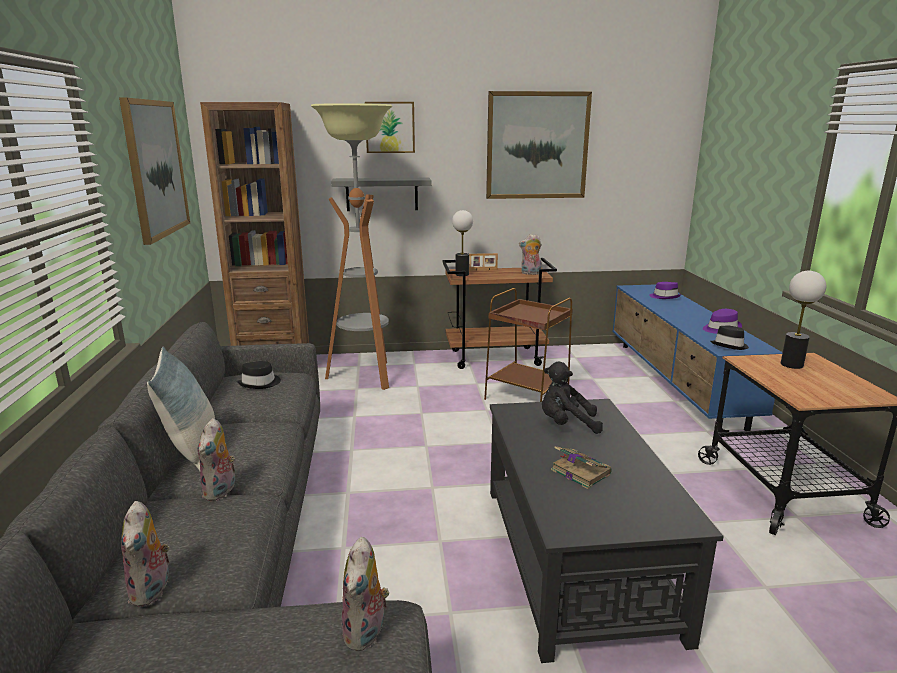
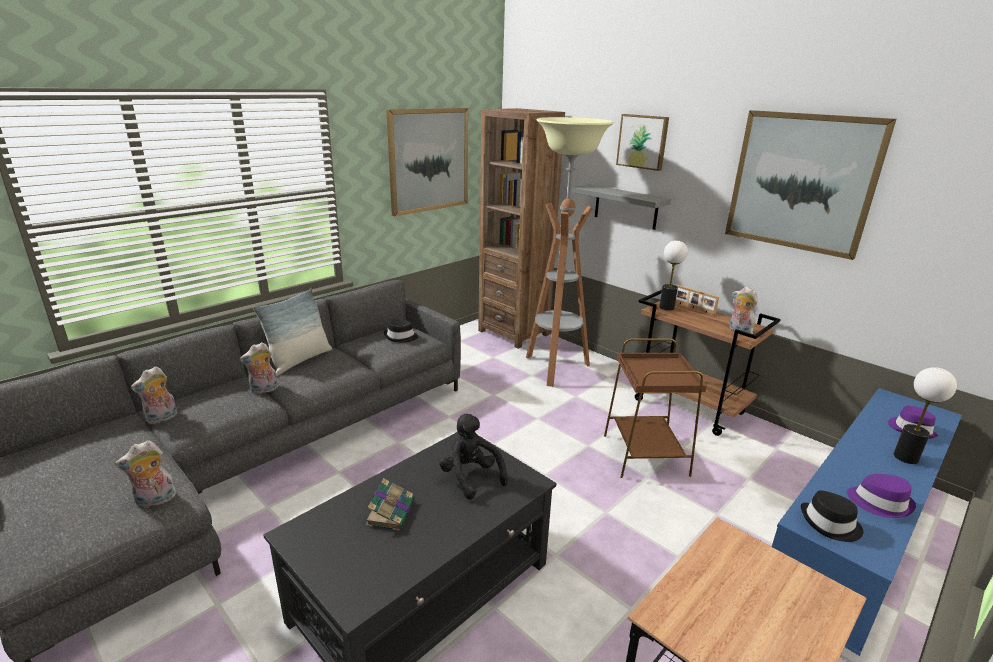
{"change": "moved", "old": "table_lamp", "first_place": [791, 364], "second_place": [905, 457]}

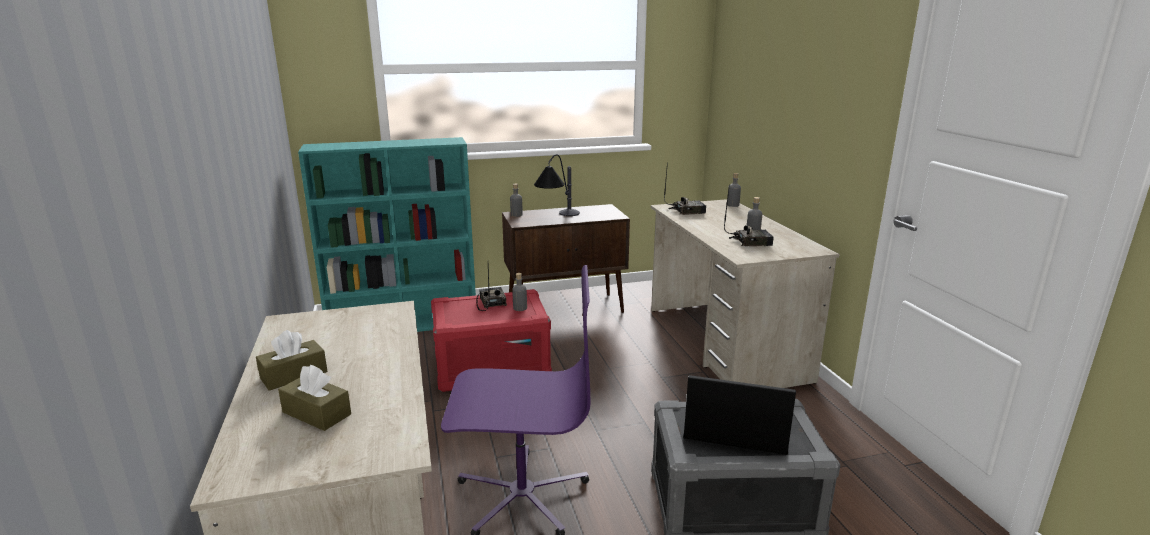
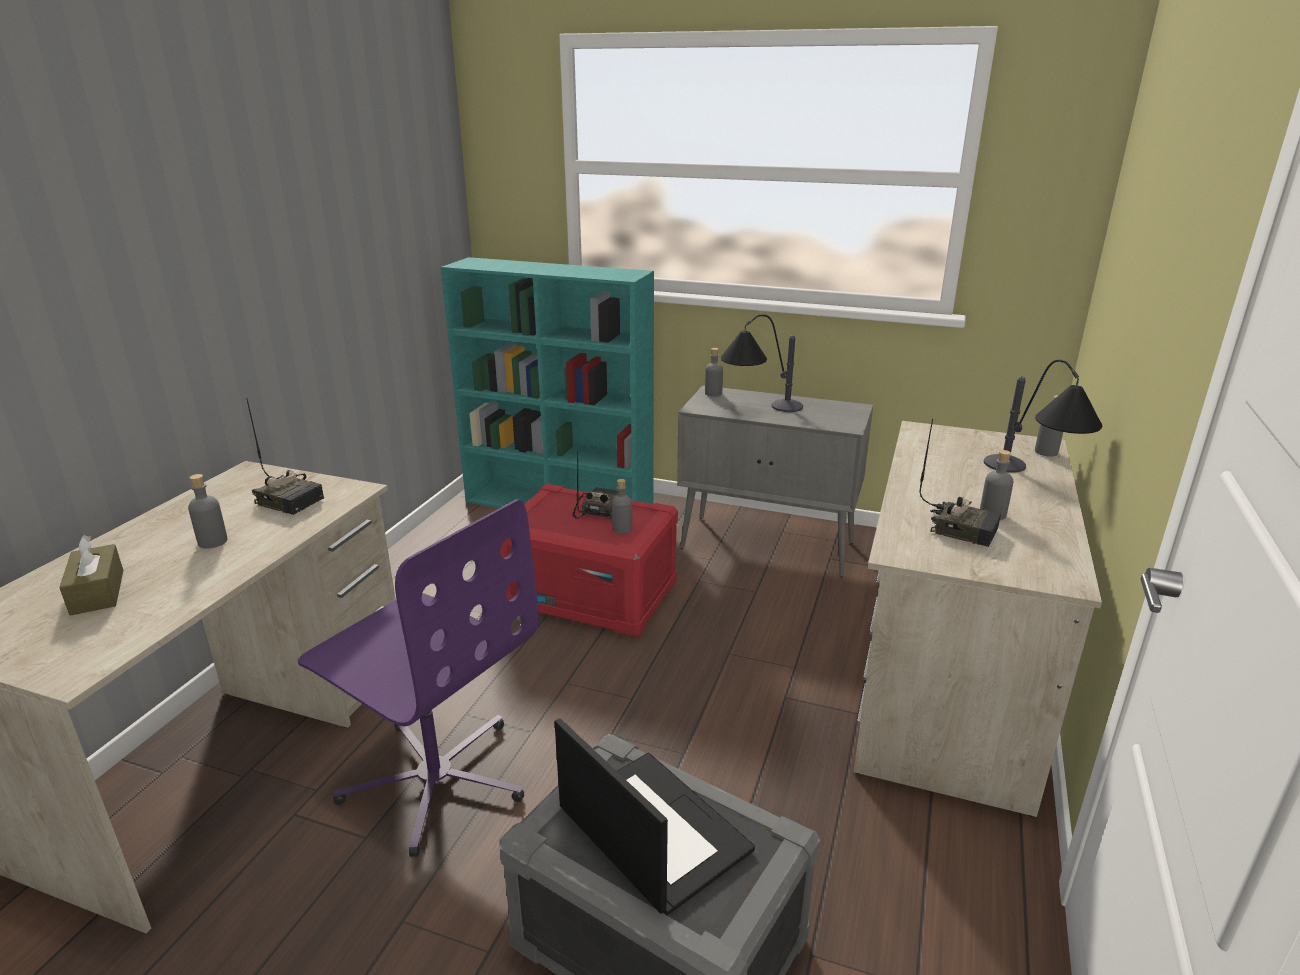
{"change": "added", "new": "grey_bottle", "second_place": [213, 542]}
{"change": "moved", "old": "radio", "first_place": [687, 211], "second_place": [291, 500]}
{"change": "recoloured", "old": "brown_cabinet", "new": "grey_cabinet", "first_place": [566, 309], "second_place": [769, 545]}
{"change": "added", "new": "table_lamp", "second_place": [1034, 480]}
{"change": "removed", "old": "brown_tissue_box", "first_place": [294, 375]}

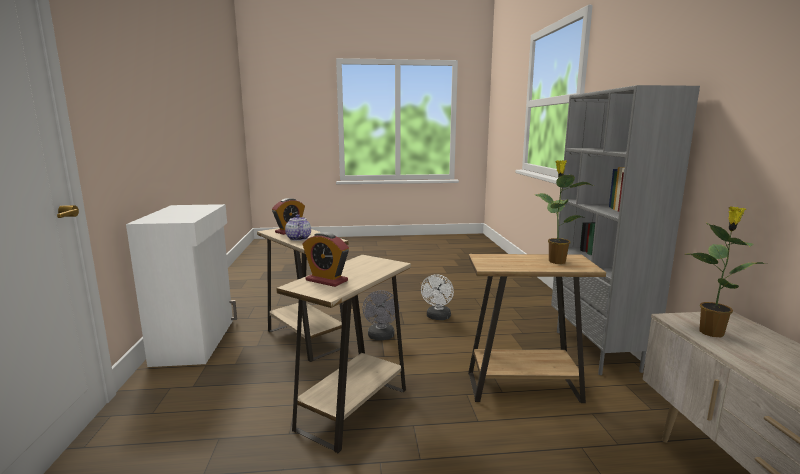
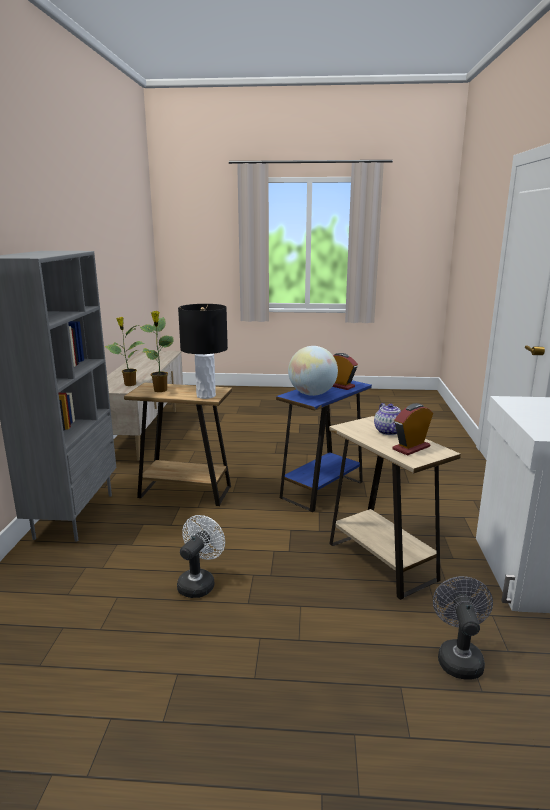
{"change": "added", "new": "black_table_lamp", "second_place": [206, 396]}
{"change": "recoloured", "old": "beige_side_table", "new": "blue_side_table", "first_place": [353, 409], "second_place": [322, 490]}
{"change": "added", "new": "globe", "second_place": [312, 394]}
{"change": "moved", "old": "grey_fan", "first_place": [381, 337], "second_place": [458, 657]}

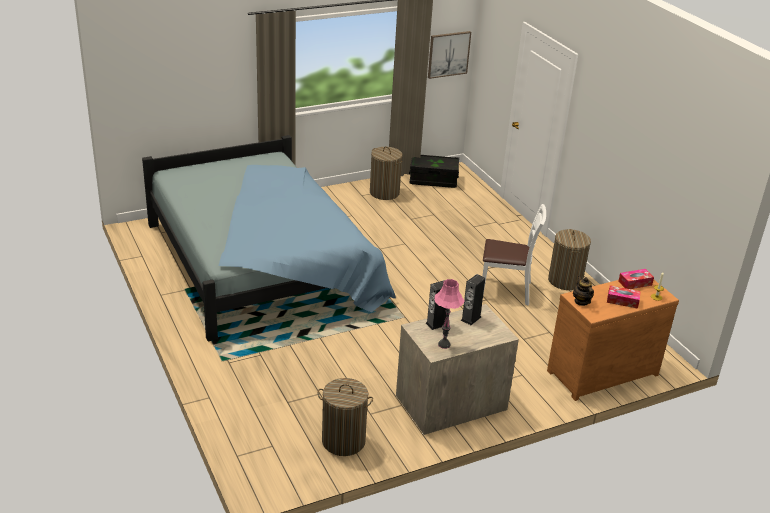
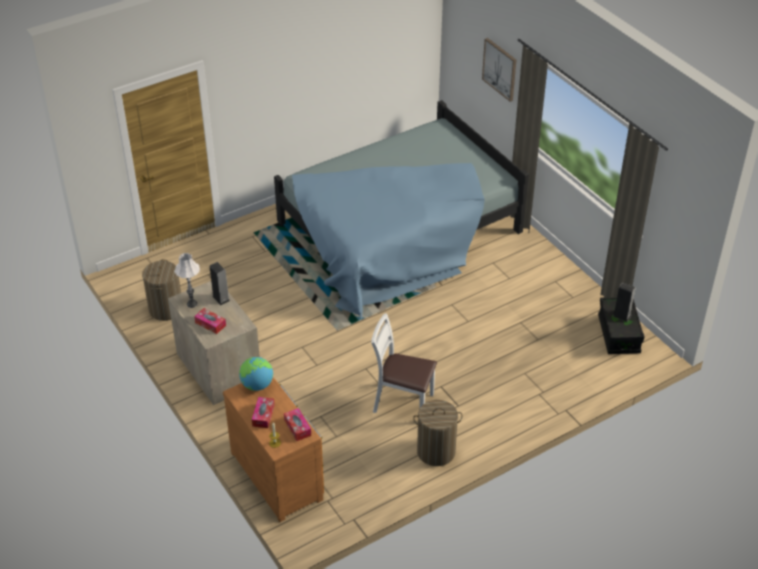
{"change": "recoloured", "old": "pink_table_lamp", "new": "white_table_lamp", "first_place": [444, 344], "second_place": [192, 304]}
{"change": "added", "new": "tissue_box", "second_place": [210, 324]}
{"change": "replaced", "old": "teapot", "new": "globe", "first_place": [581, 301], "second_place": [257, 385]}
{"change": "turned", "old": "white_chair", "first_place": [506, 290], "second_place": [402, 402], "degrees": 105}
{"change": "moved", "old": "picture", "first_place": [448, 54], "second_place": [500, 69]}
{"change": "moved", "old": "speaker", "first_place": [471, 318], "second_place": [621, 316]}
{"change": "removed", "old": "laundry_basket", "first_place": [384, 193]}

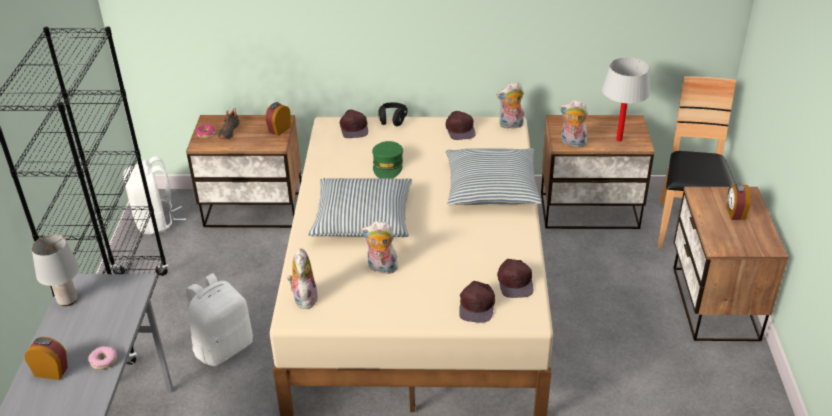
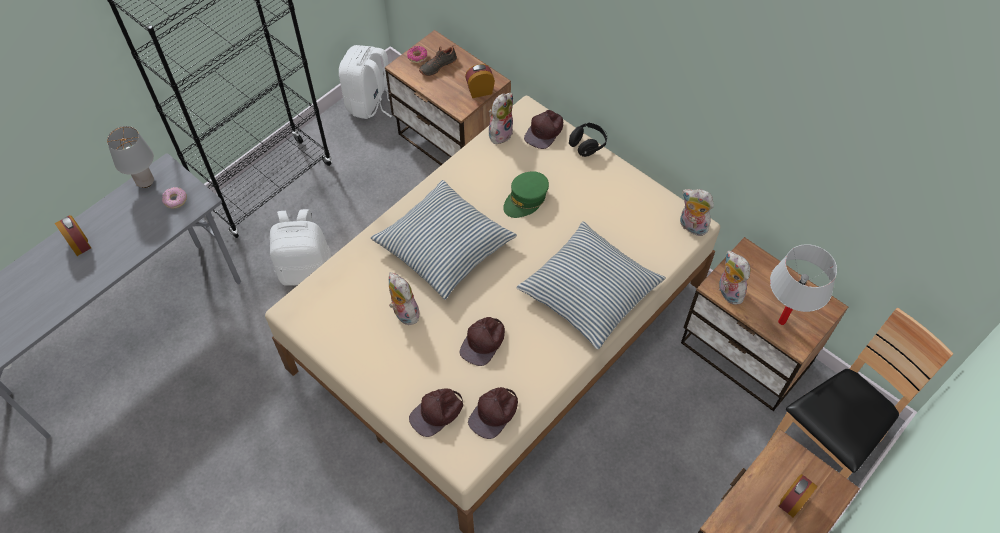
{"change": "moved", "old": "donut", "first_place": [104, 360], "second_place": [175, 200]}
{"change": "moved", "old": "brown_cap", "first_place": [460, 129], "second_place": [483, 342]}
{"change": "moved", "old": "plush_toy", "first_place": [304, 298], "second_place": [500, 133]}

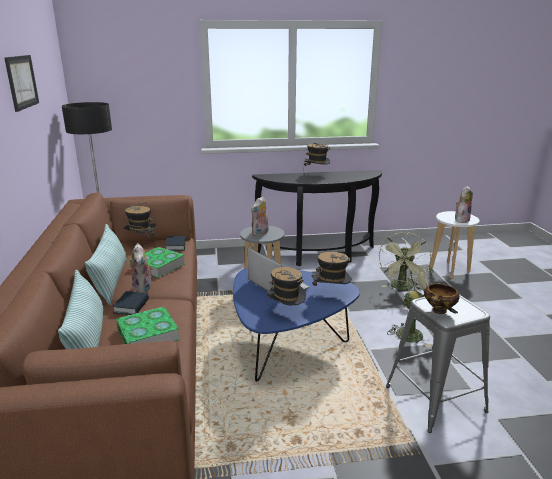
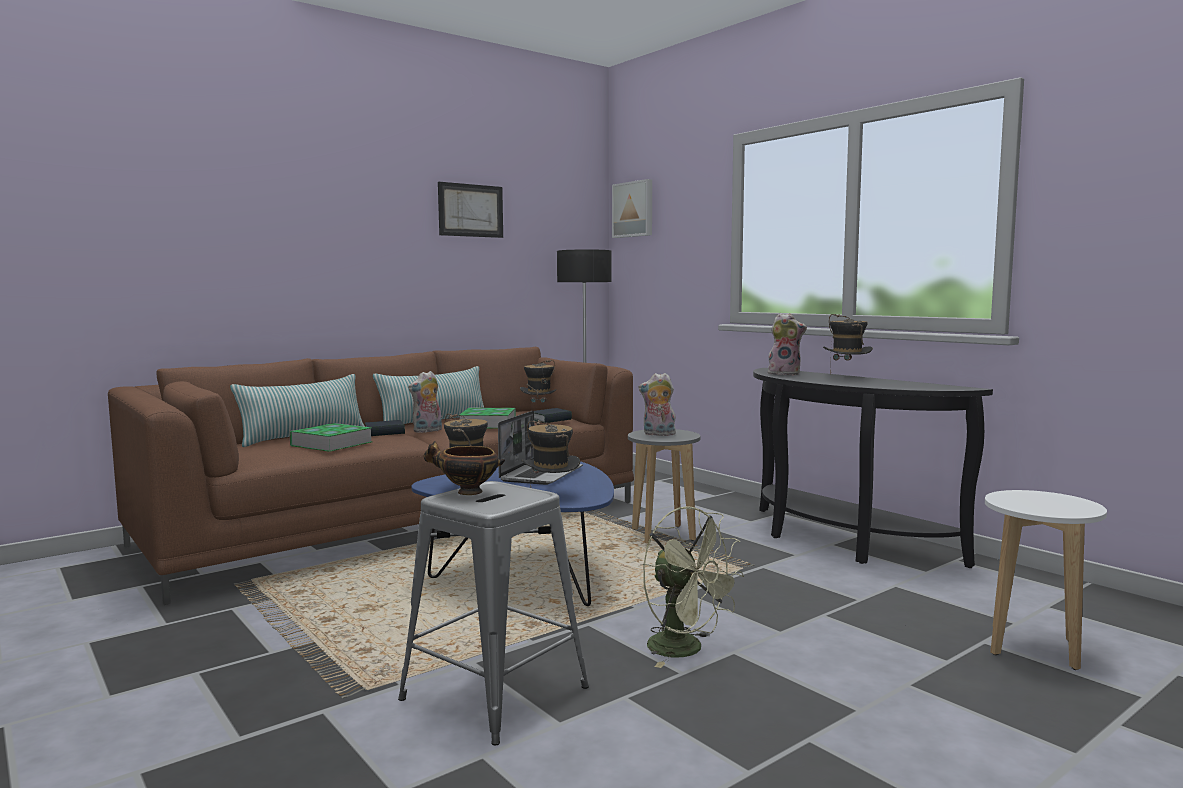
{"change": "added", "new": "picture", "second_place": [634, 209]}
{"change": "moved", "old": "plush_toy", "first_place": [461, 220], "second_place": [785, 373]}
{"change": "removed", "old": "green_fan", "first_place": [402, 288]}

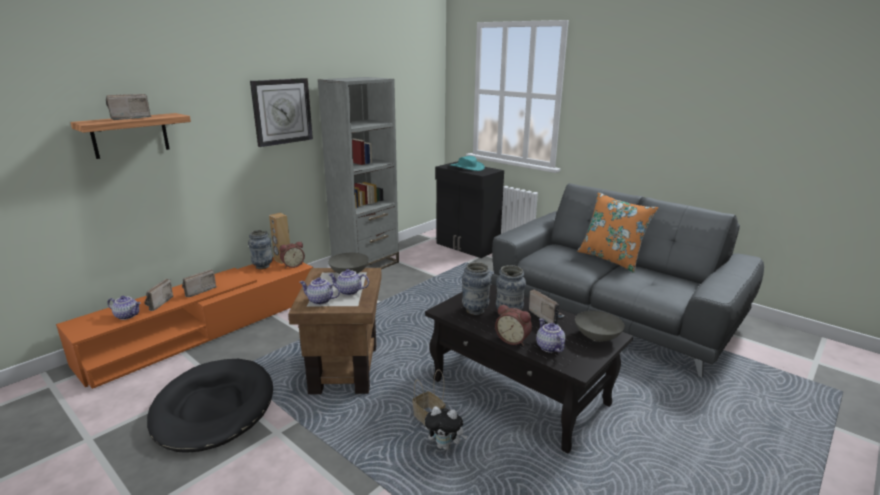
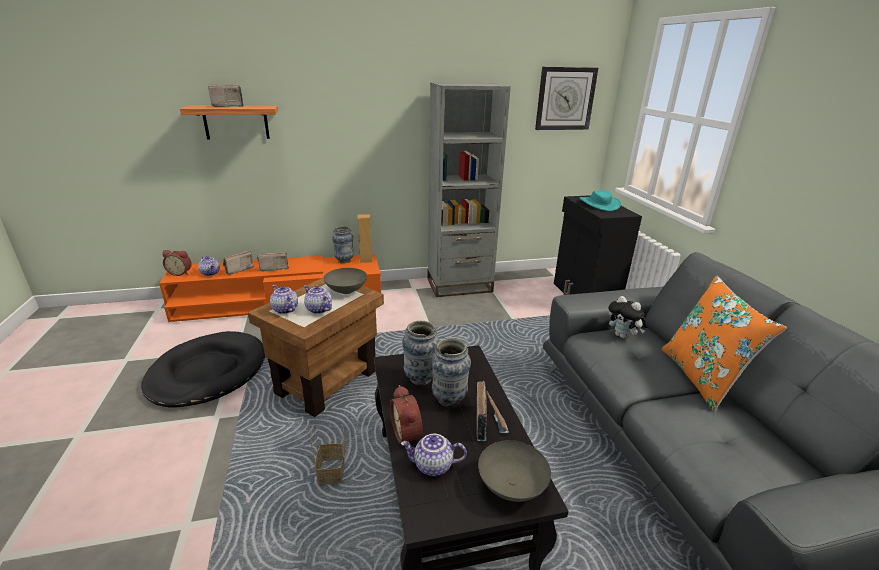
{"change": "moved", "old": "alarm_clock", "first_place": [292, 265], "second_place": [180, 273]}
{"change": "turned", "old": "teapot", "first_place": [548, 347], "second_place": [433, 466], "degrees": -105}
{"change": "moved", "old": "wall_clock", "first_place": [282, 111], "second_place": [565, 99]}
{"change": "moved", "old": "plush_toy", "first_place": [445, 446], "second_place": [622, 336]}

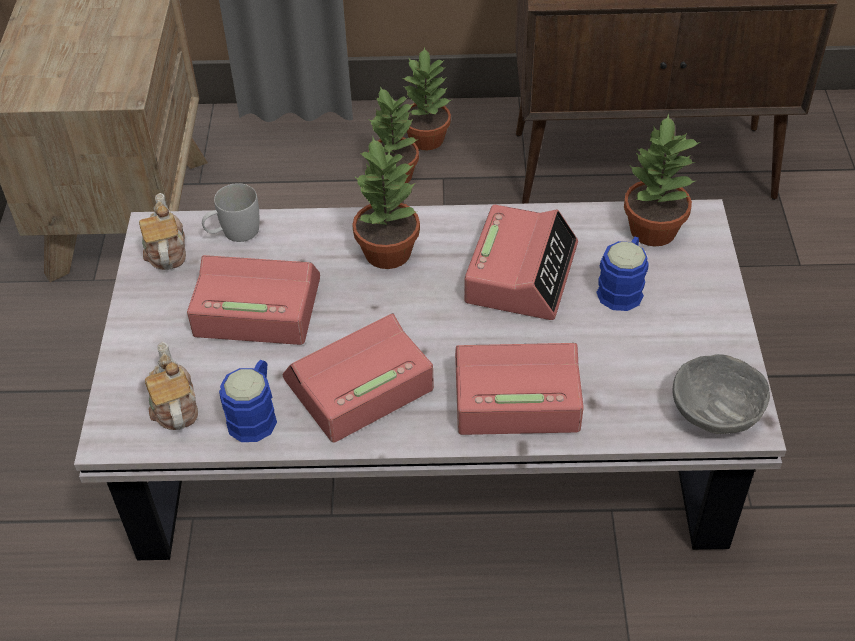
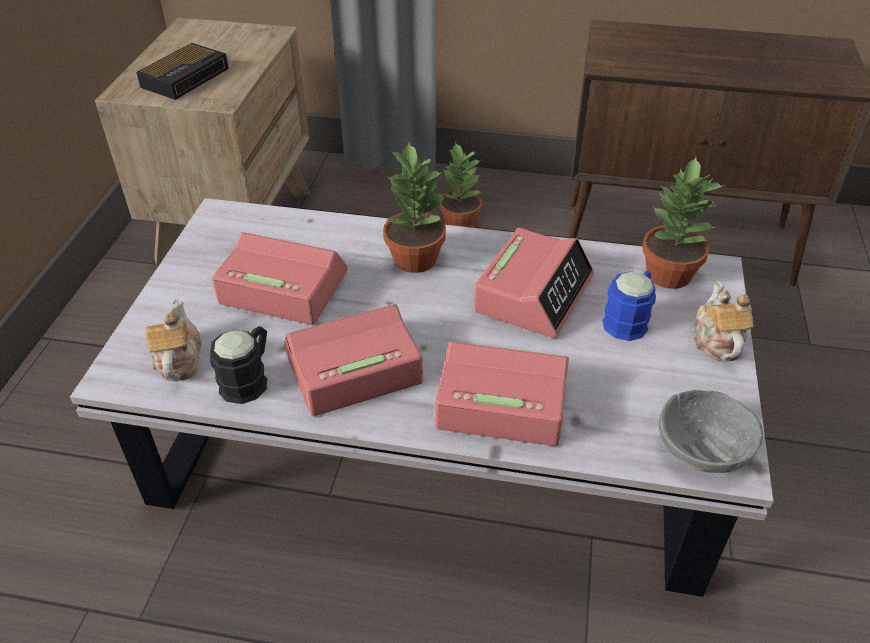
{"change": "added", "new": "alarm_clock", "second_place": [186, 77]}
{"change": "recoloured", "old": "blue_mug", "new": "black_mug", "first_place": [255, 414], "second_place": [249, 379]}
{"change": "moved", "old": "teapot", "first_place": [165, 250], "second_place": [716, 341]}
{"change": "removed", "old": "white_mug", "first_place": [233, 233]}
{"change": "removed", "old": "potted_plant", "first_place": [427, 139]}

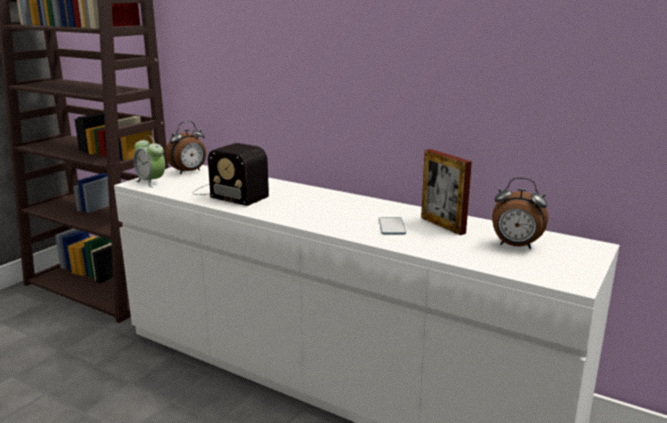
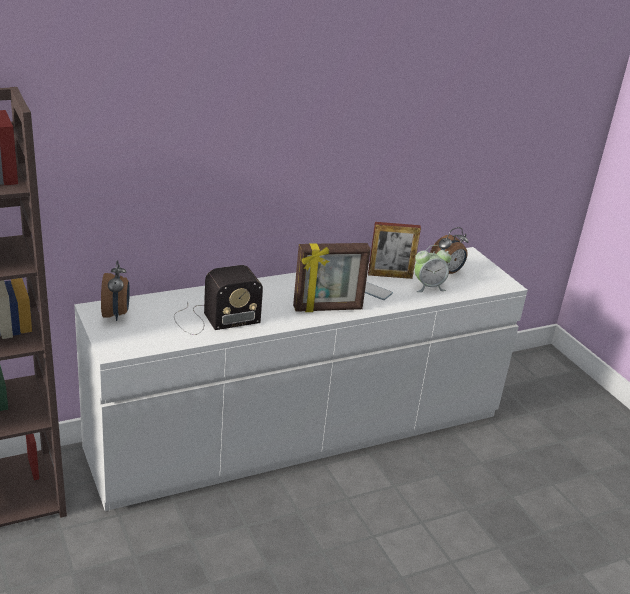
{"change": "added", "new": "picture_frame", "second_place": [328, 309]}
{"change": "moved", "old": "alarm_clock", "first_place": [151, 182], "second_place": [428, 287]}

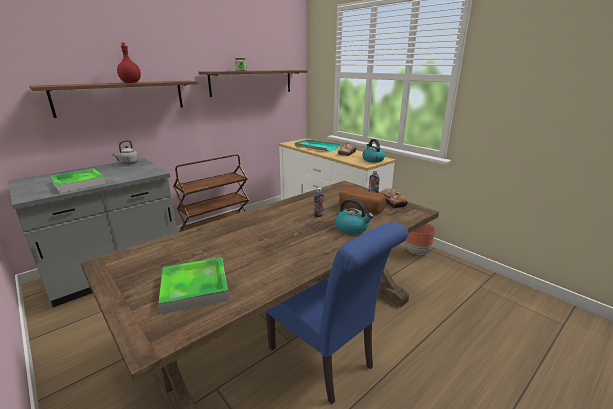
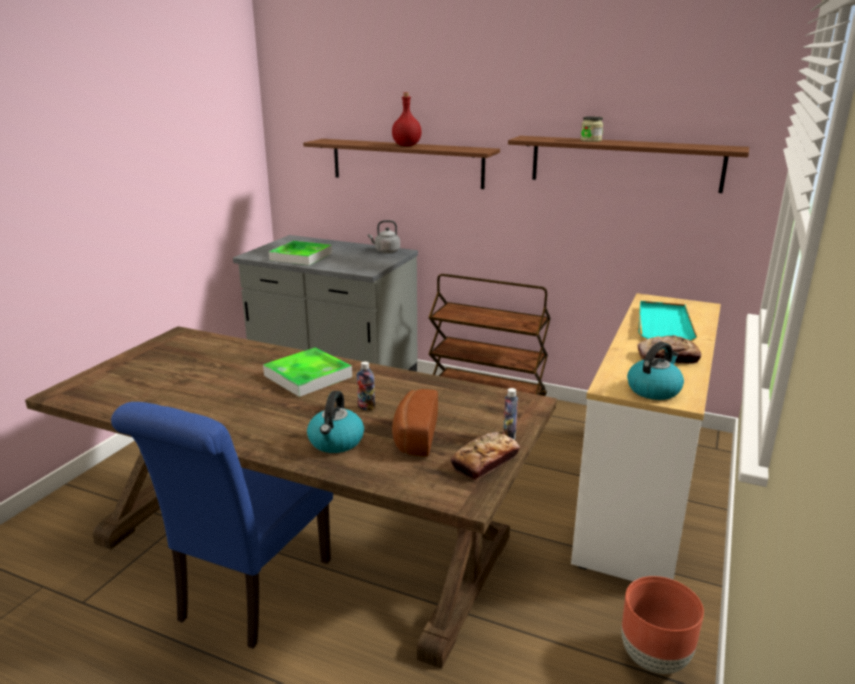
{"change": "moved", "old": "tray", "first_place": [195, 287], "second_place": [308, 376]}

